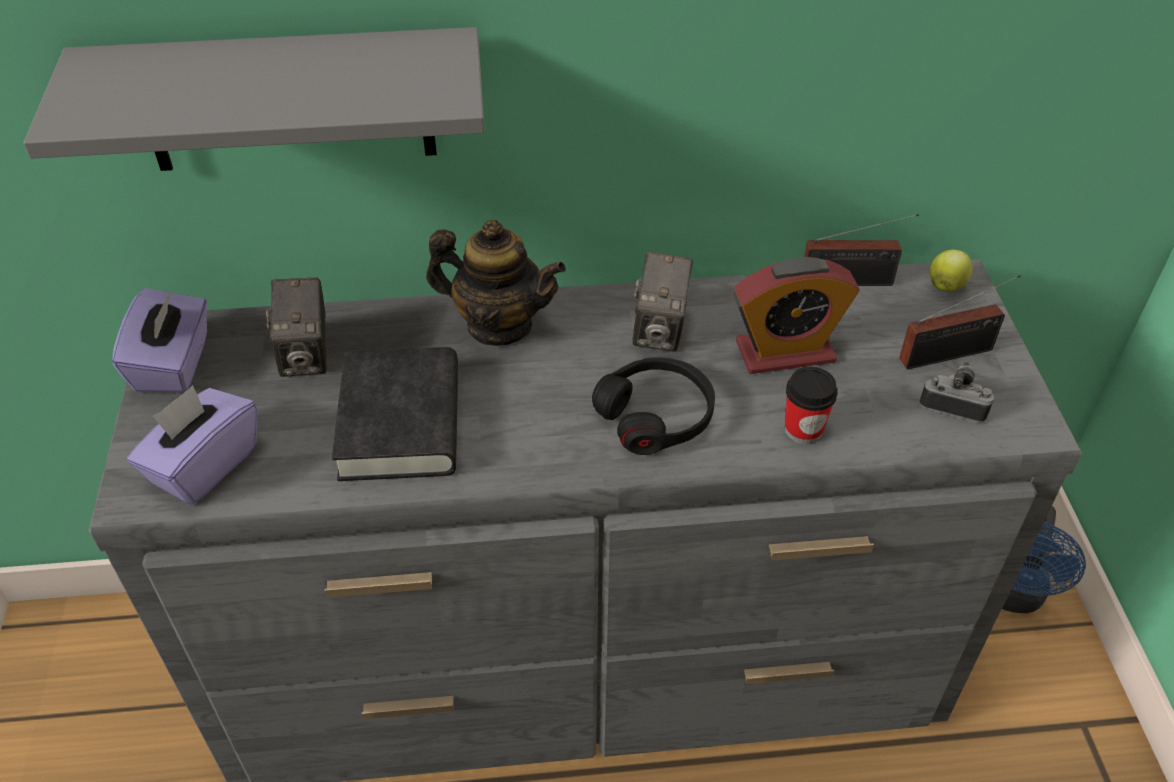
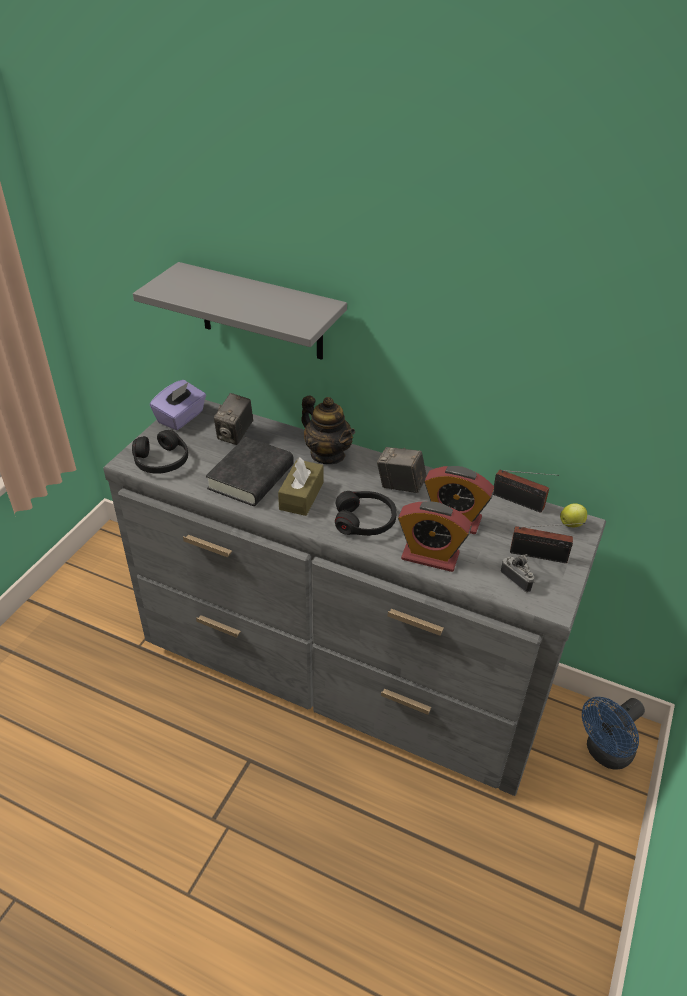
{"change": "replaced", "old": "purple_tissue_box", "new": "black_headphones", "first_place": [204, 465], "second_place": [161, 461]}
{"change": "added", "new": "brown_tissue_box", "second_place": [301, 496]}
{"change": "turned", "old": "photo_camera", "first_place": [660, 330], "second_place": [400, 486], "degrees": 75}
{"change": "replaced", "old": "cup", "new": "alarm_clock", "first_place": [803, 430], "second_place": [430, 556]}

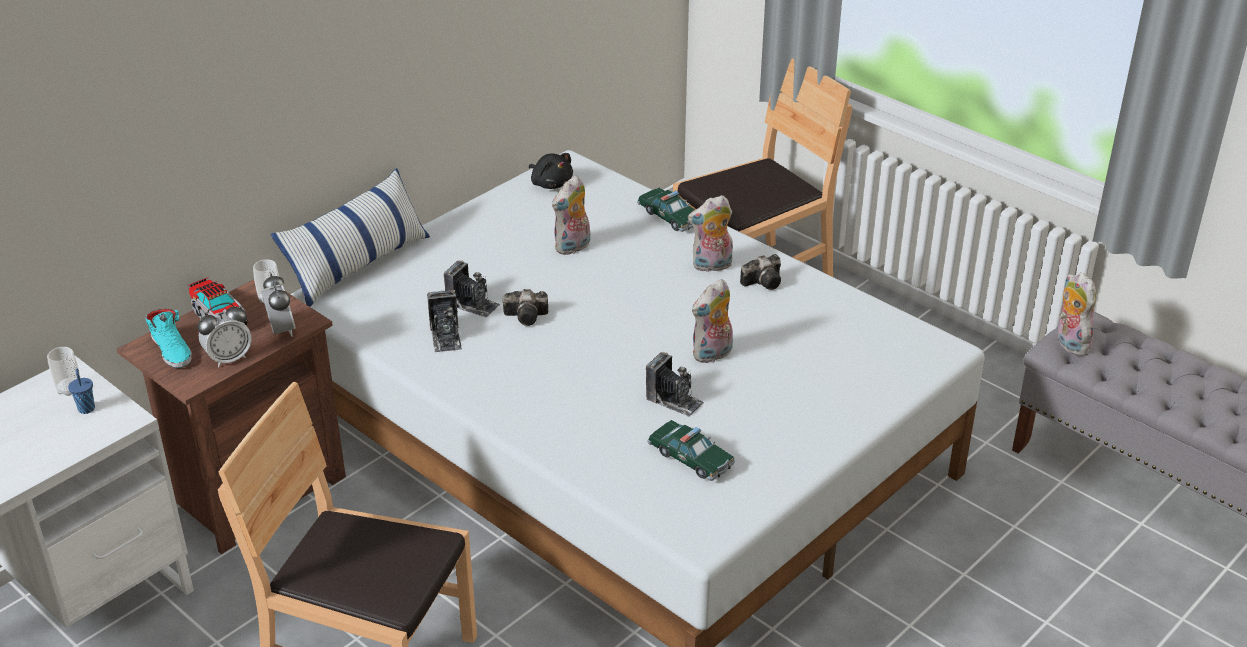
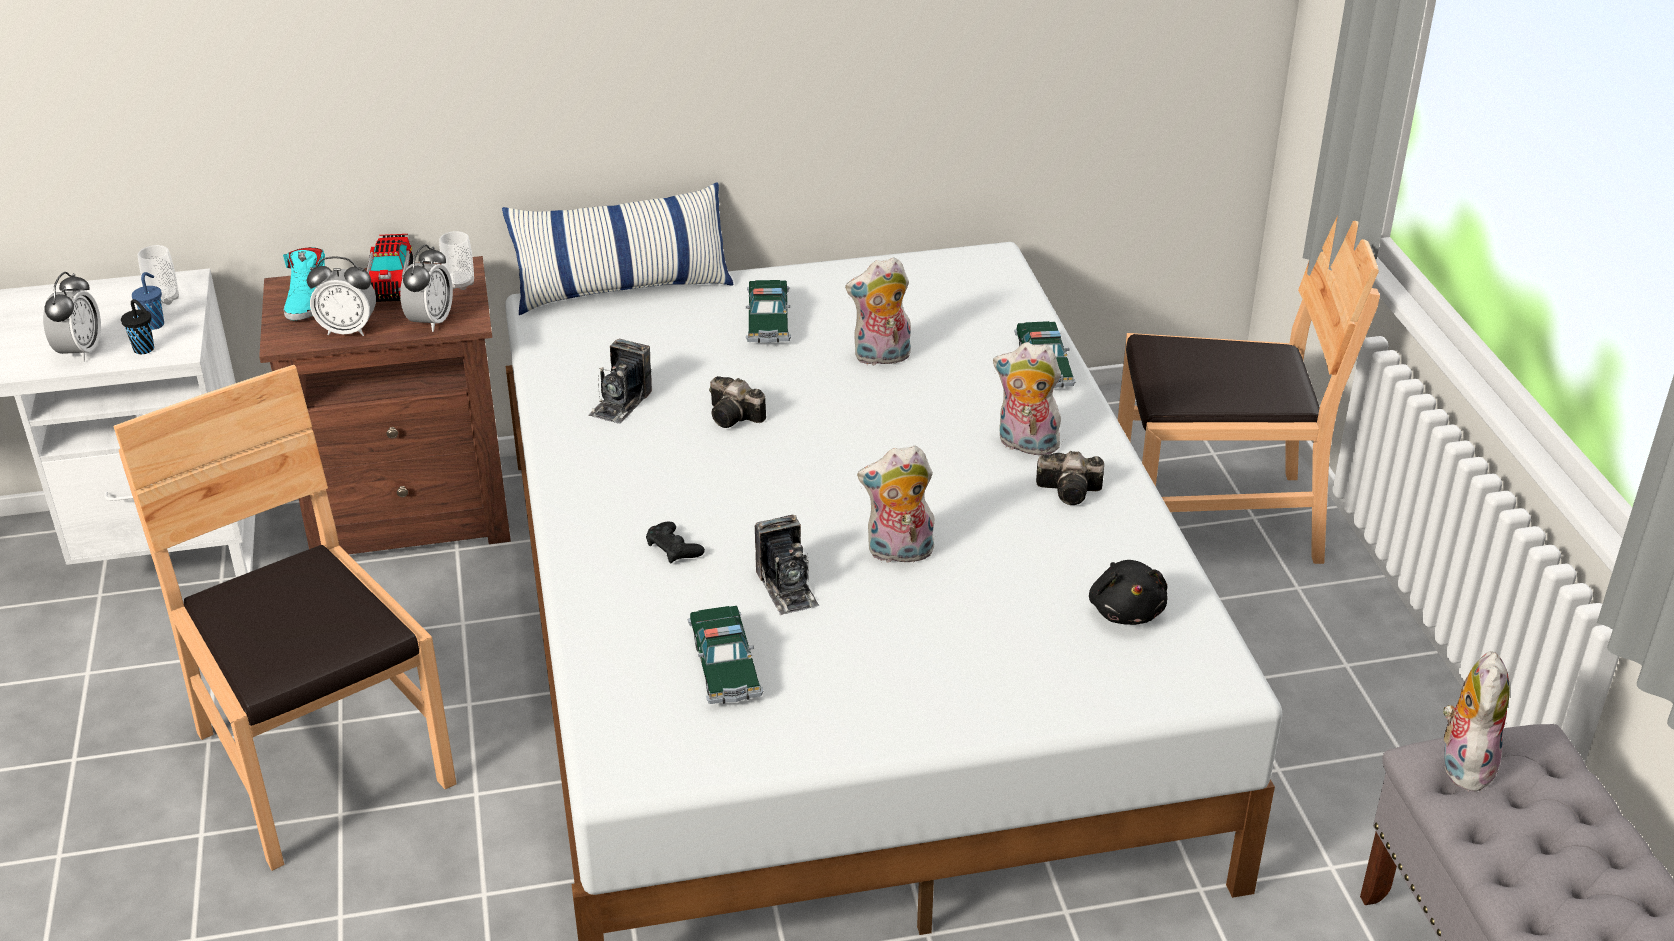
{"change": "added", "new": "alarm_clock", "second_place": [80, 351]}
{"change": "added", "new": "black_cup", "second_place": [145, 349]}
{"change": "added", "new": "black_game_controller", "second_place": [674, 548]}
{"change": "added", "new": "toy_car", "second_place": [768, 322]}
{"change": "moved", "old": "black_plush_toy", "first_place": [551, 183], "second_place": [1126, 610]}
{"change": "removed", "old": "photo_camera", "first_place": [472, 304]}

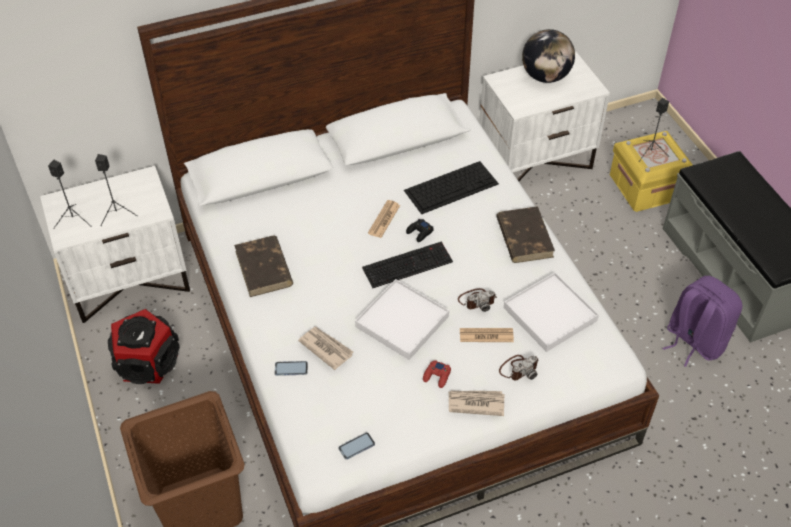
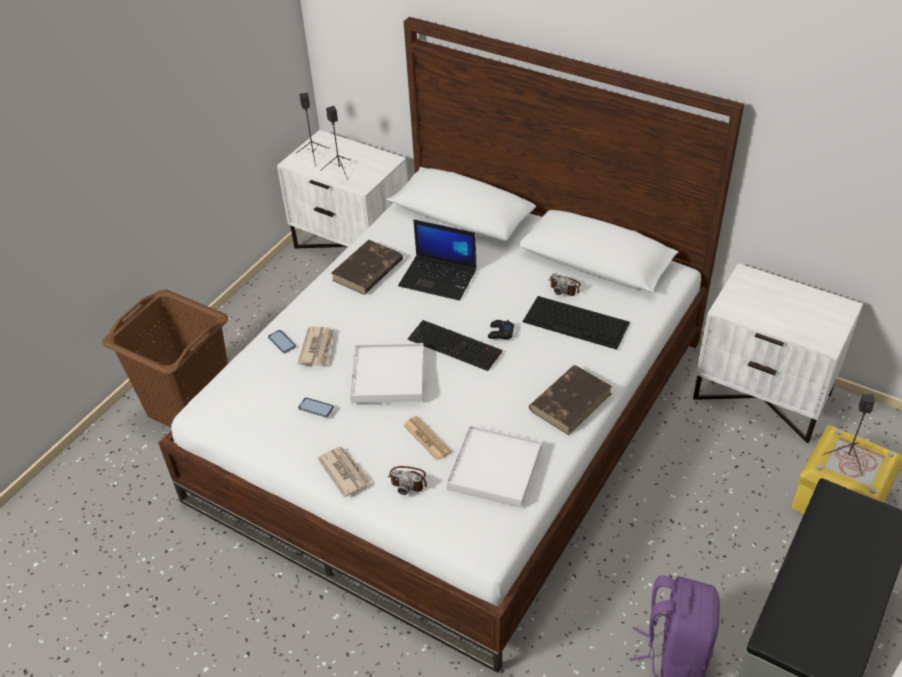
{"change": "moved", "old": "phone", "first_place": [356, 446], "second_place": [316, 408]}
{"change": "added", "new": "laptop", "second_place": [439, 278]}
{"change": "moved", "old": "photo_camera", "first_place": [477, 300], "second_place": [565, 287]}
{"change": "removed", "old": "speaker", "first_place": [148, 362]}
{"change": "removed", "old": "newspaper", "first_place": [384, 219]}
{"change": "removed", "old": "red_game_controller", "first_place": [437, 376]}
{"change": "removed", "old": "globe", "first_place": [545, 76]}

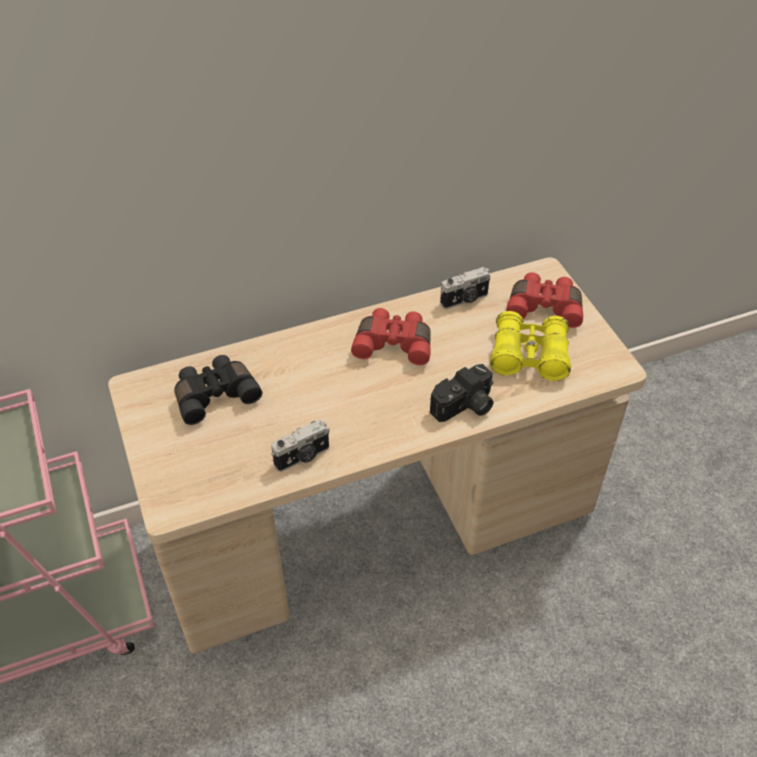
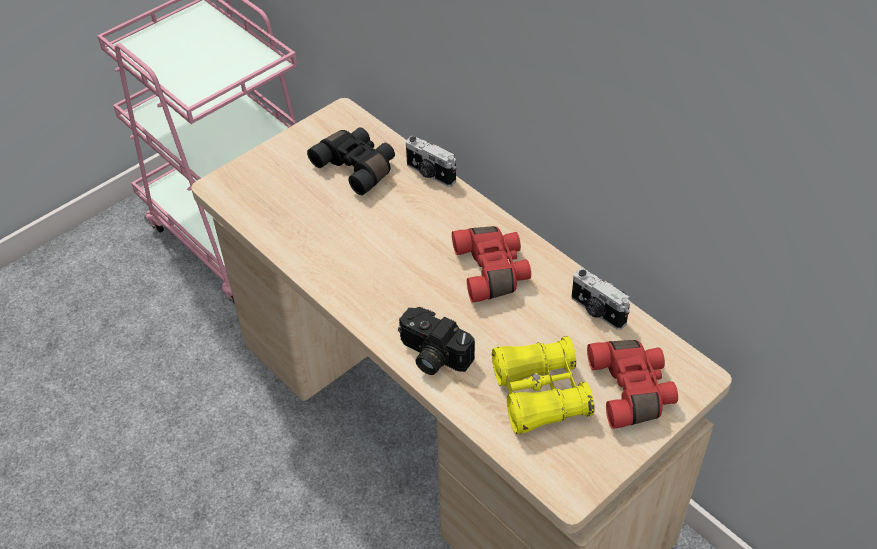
{"change": "moved", "old": "photo_camera", "first_place": [303, 457], "second_place": [430, 174]}

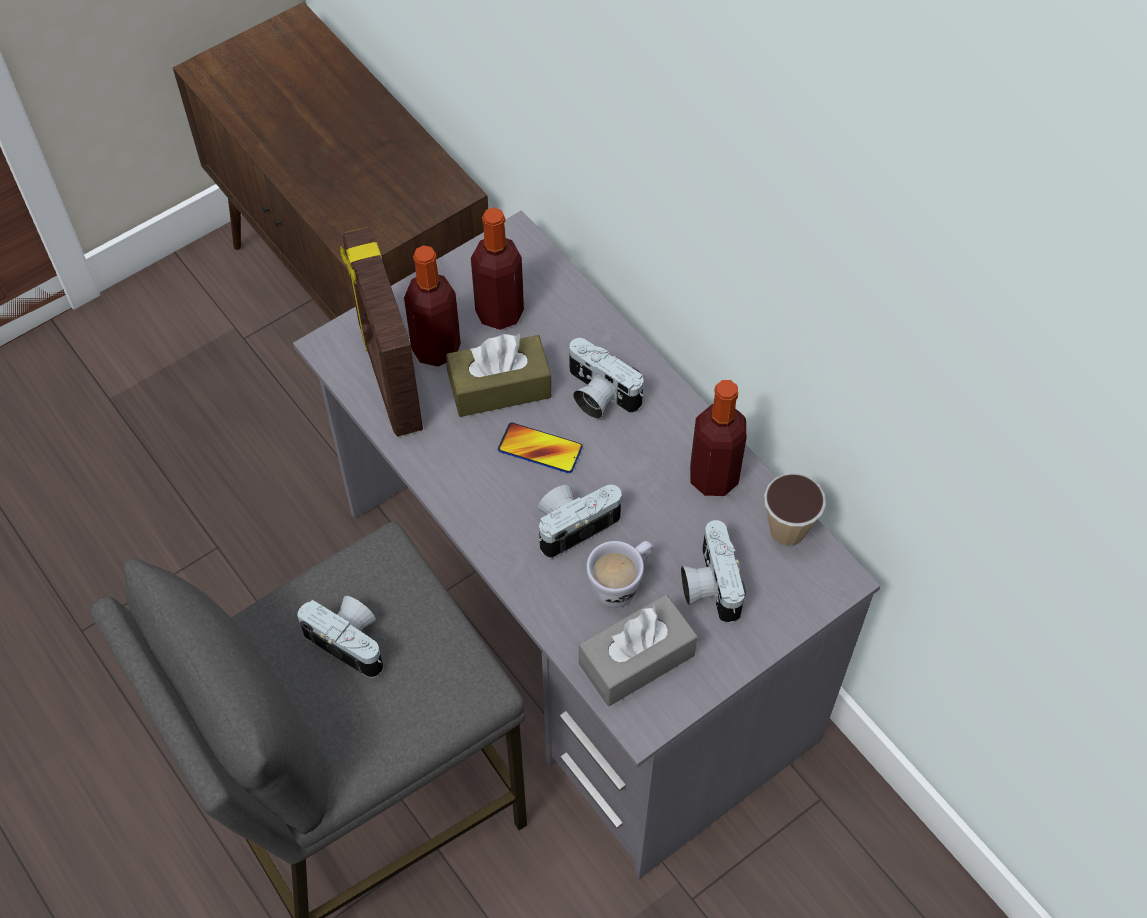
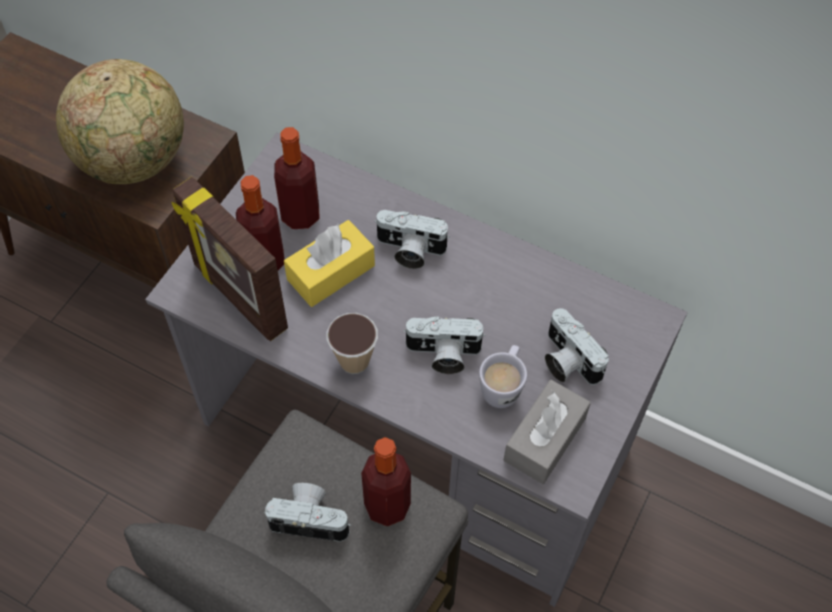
{"change": "added", "new": "globe", "second_place": [134, 161]}
{"change": "recoloured", "old": "brown_tissue_box", "new": "yellow_tissue_box", "first_place": [499, 387], "second_place": [331, 272]}
{"change": "moved", "old": "cup", "first_place": [787, 531], "second_place": [354, 361]}
{"change": "moved", "old": "bottle", "first_place": [713, 477], "second_place": [387, 505]}
{"change": "turned", "old": "photo_camera", "first_place": [574, 523], "second_place": [443, 354], "degrees": -120}
{"change": "removed", "old": "phone", "first_place": [540, 449]}

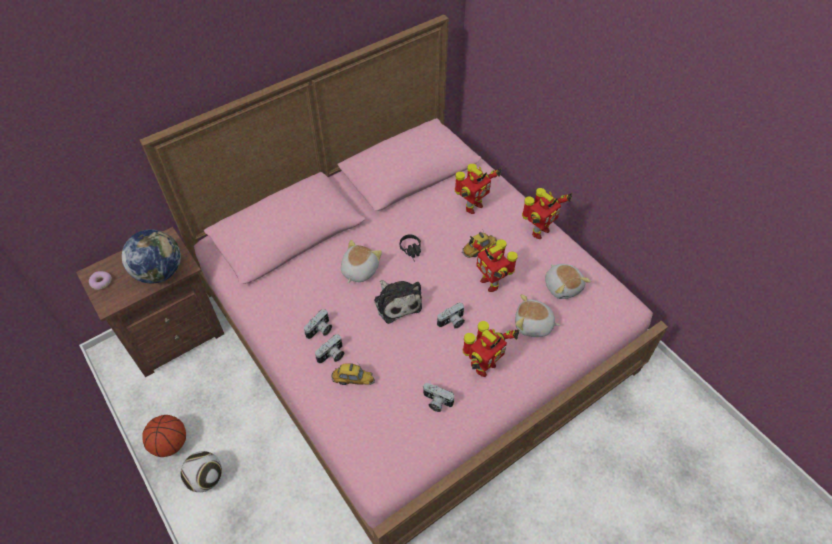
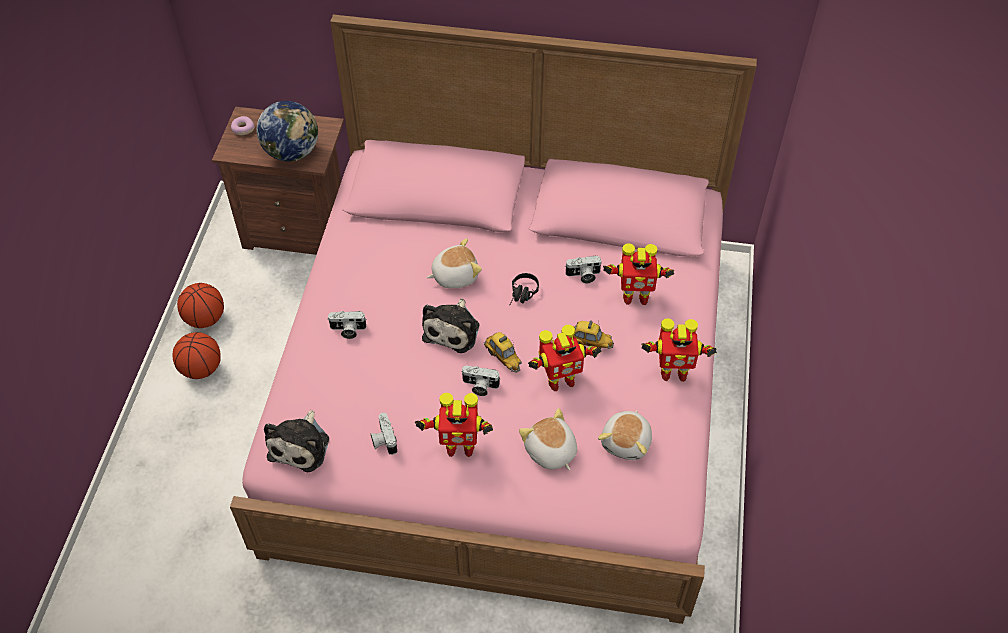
{"change": "replaced", "old": "football", "new": "basketball", "first_place": [206, 478], "second_place": [201, 369]}
{"change": "added", "new": "plush_toy", "second_place": [301, 445]}
{"change": "moved", "old": "toy_car", "first_place": [353, 380], "second_place": [503, 357]}
{"change": "turned", "old": "toy_robot", "first_place": [490, 282], "second_place": [560, 381], "degrees": -120}
{"change": "moved", "old": "photo_camera", "first_place": [320, 330], "second_place": [583, 276]}

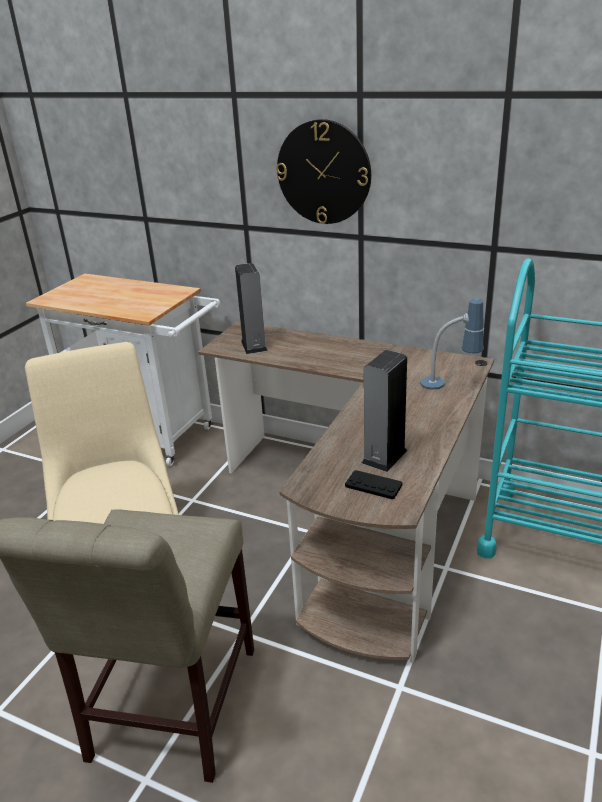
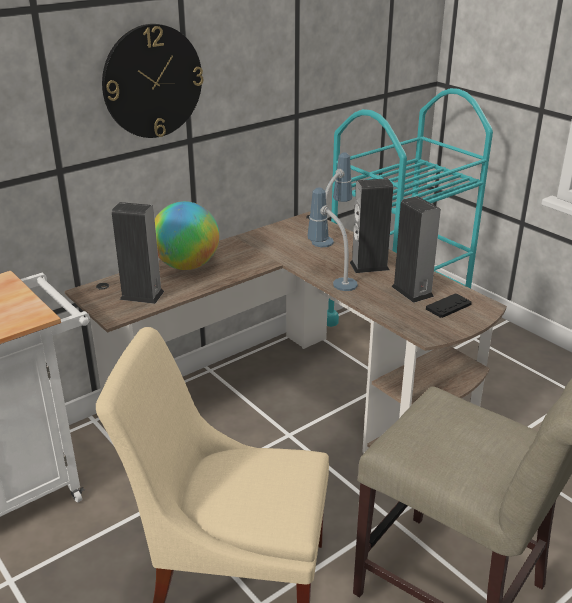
{"change": "added", "new": "globe", "second_place": [187, 266]}
{"change": "added", "new": "table_lamp", "second_place": [331, 279]}
{"change": "added", "new": "speaker", "second_place": [369, 266]}

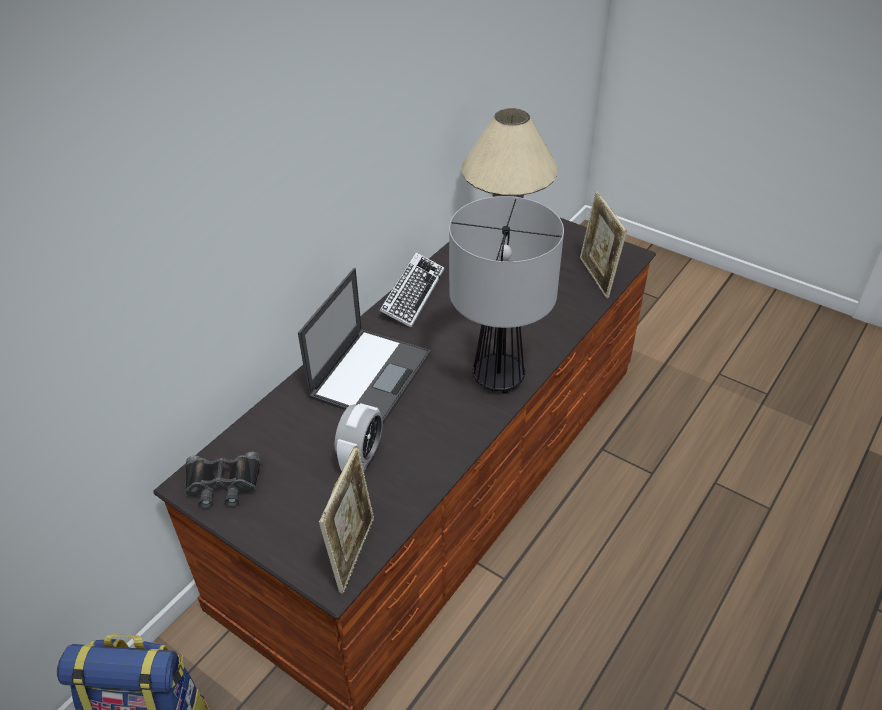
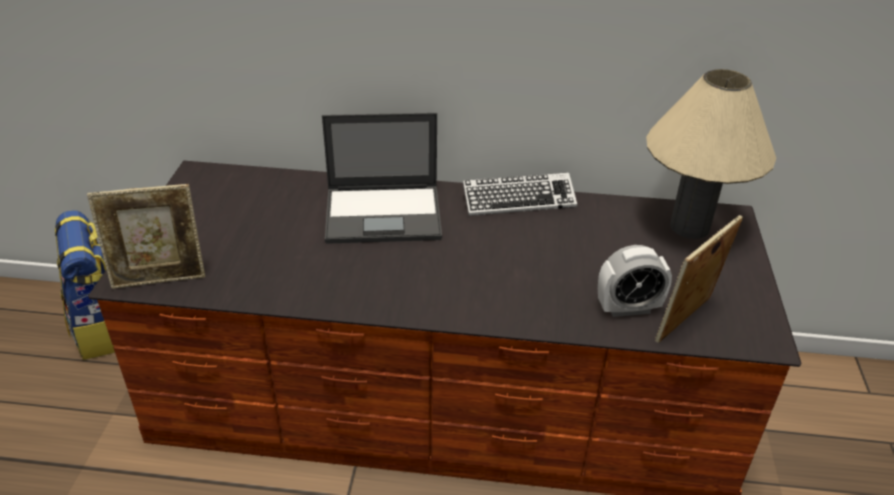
{"change": "moved", "old": "alarm_clock", "first_place": [361, 458], "second_place": [628, 308]}
{"change": "removed", "old": "black_binoculars", "first_place": [223, 484]}
{"change": "removed", "old": "table_lamp", "first_place": [499, 378]}

